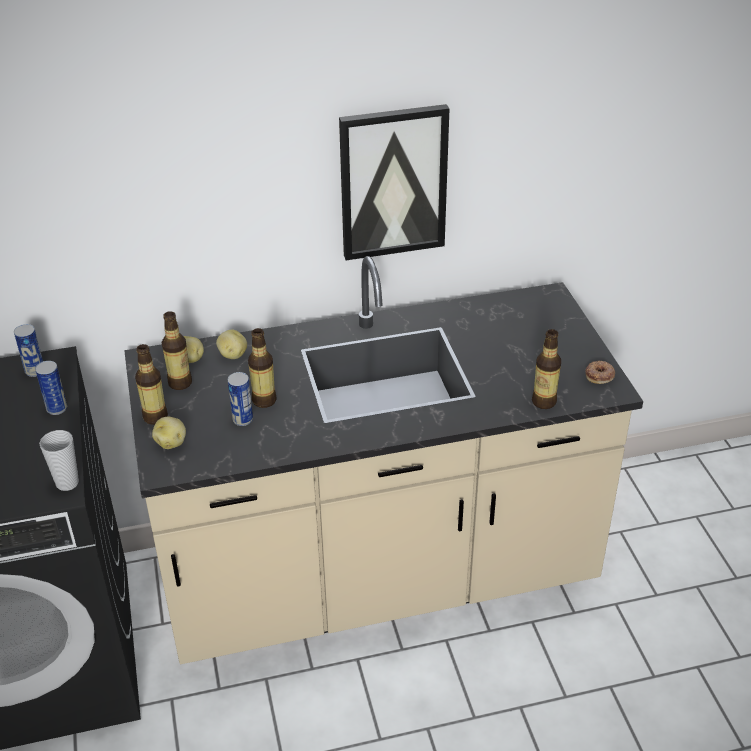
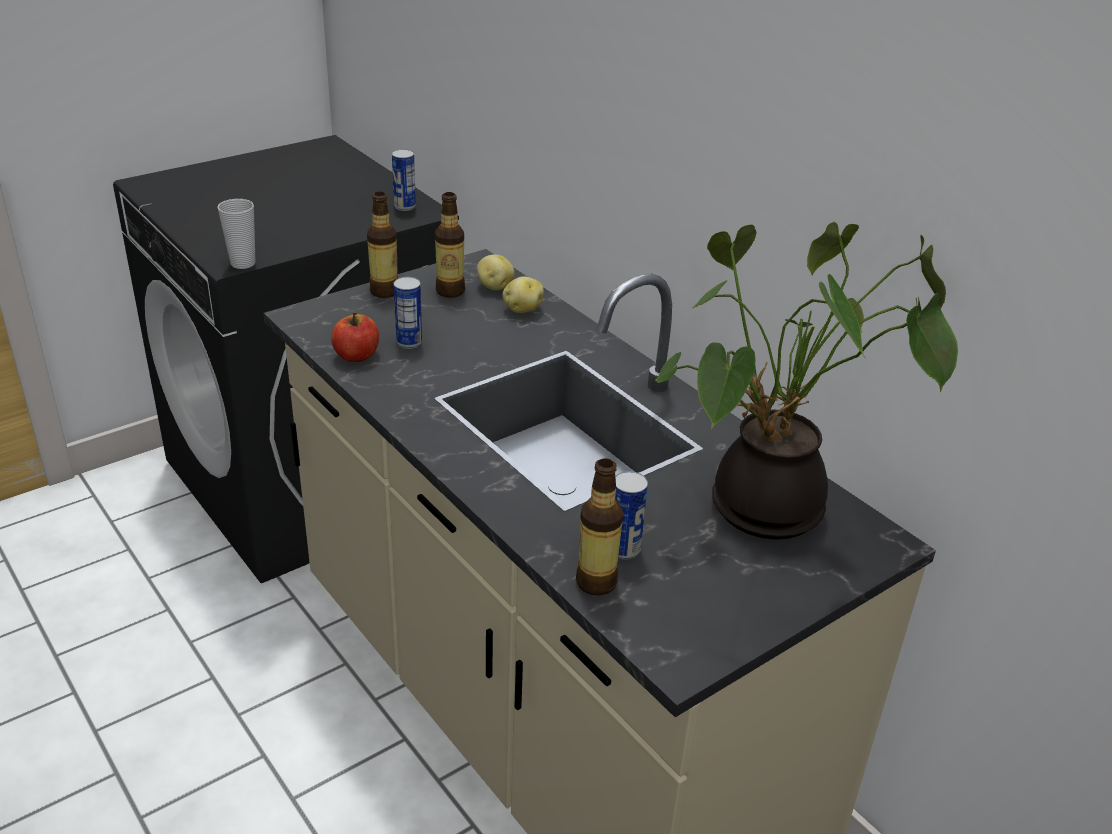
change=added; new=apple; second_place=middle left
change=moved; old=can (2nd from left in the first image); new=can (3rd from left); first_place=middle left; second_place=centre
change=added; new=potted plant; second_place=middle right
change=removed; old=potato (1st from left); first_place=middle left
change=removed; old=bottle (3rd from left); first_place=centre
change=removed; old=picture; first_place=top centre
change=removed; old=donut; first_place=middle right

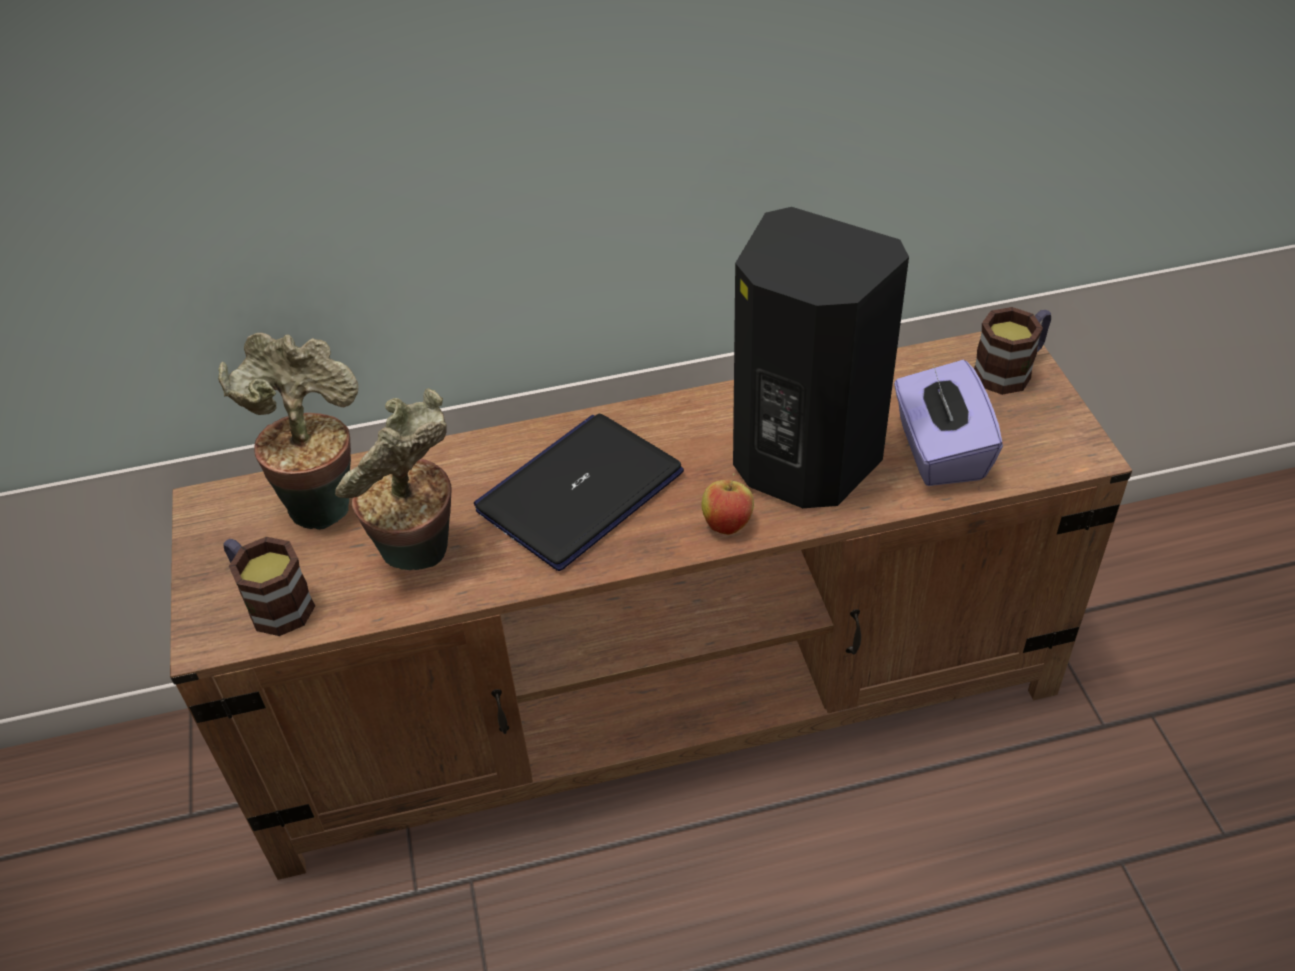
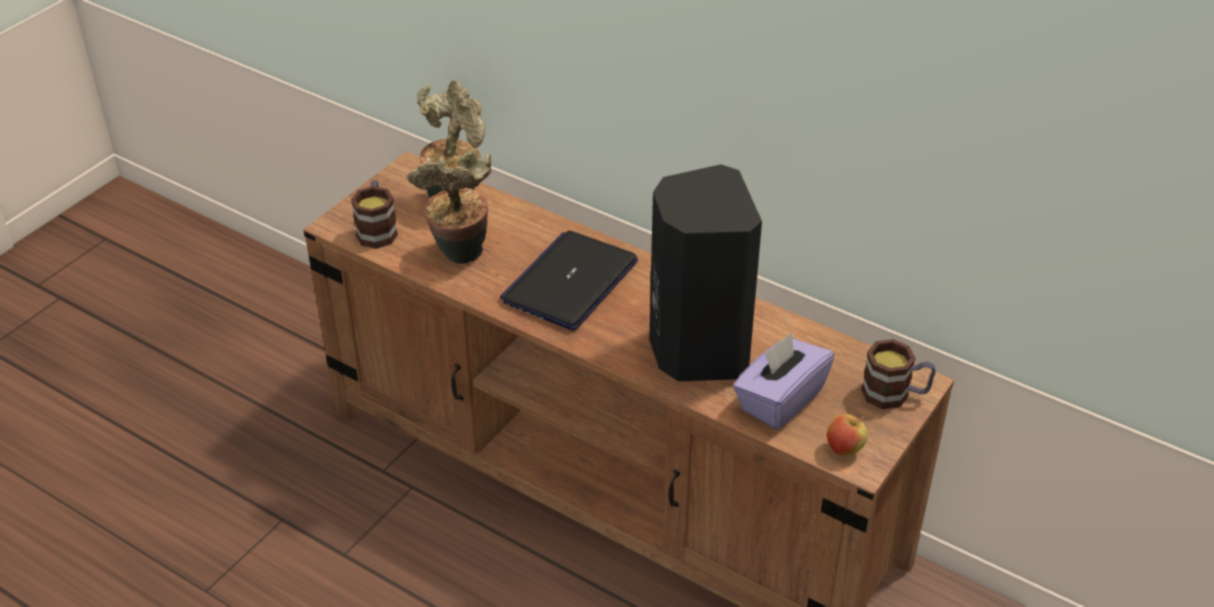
change=turned; old=laptop; first_place=centre; second_place=centre; degrees=-60
change=moved; old=apple; first_place=centre; second_place=bottom right

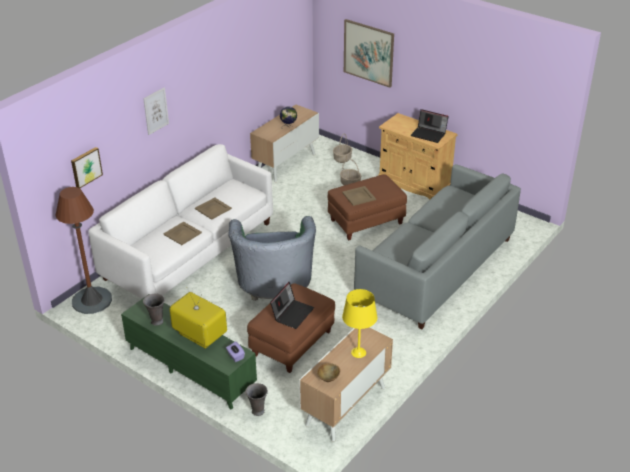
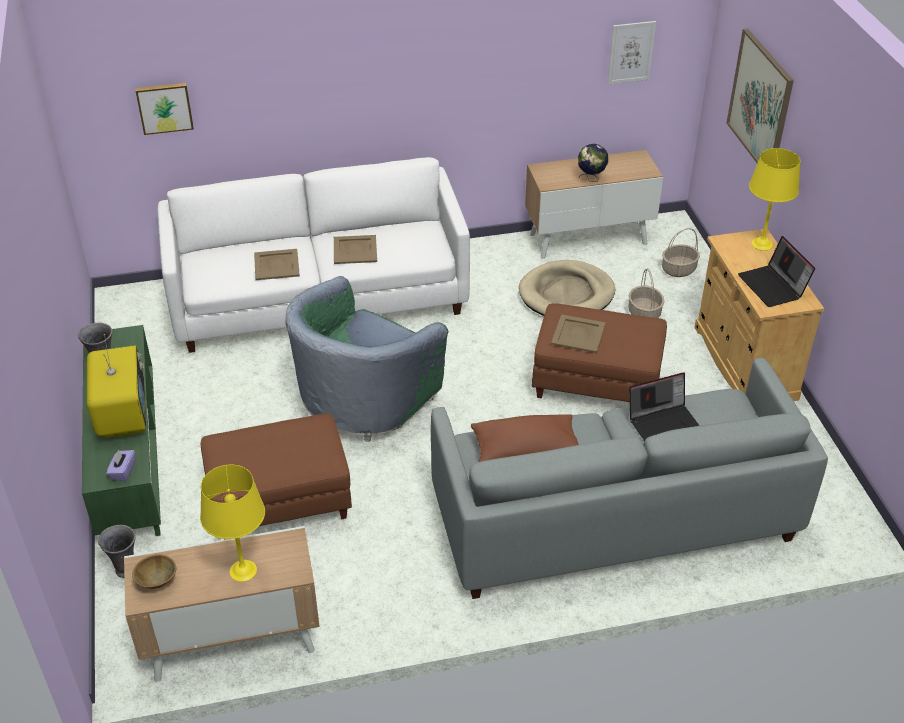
change=added; new=brown pillow; second_place=centre
change=added; new=beige dog bed; second_place=centre
change=moved; old=picture (2nd from left); first_place=top left; second_place=top right
change=moved; old=laptop (1st from left); first_place=centre; second_place=middle right
change=added; new=yellow table lamp (2nd from left); second_place=top right
change=removed; old=brown floor lamp; first_place=middle left

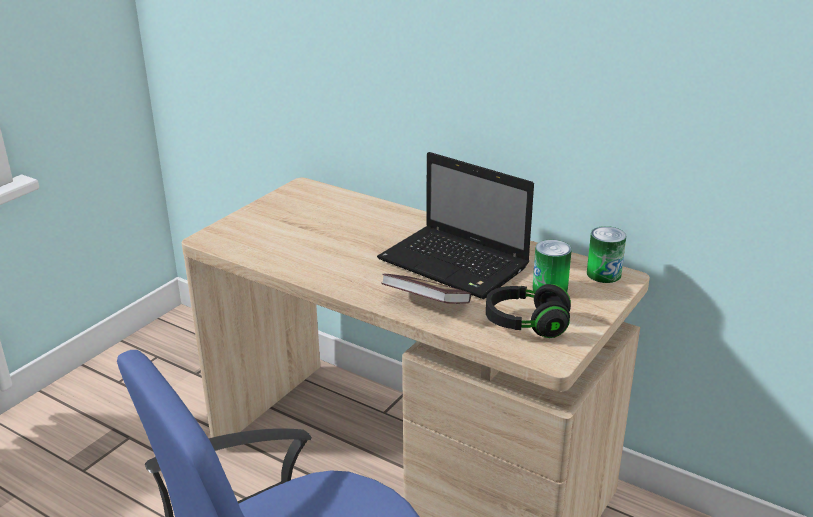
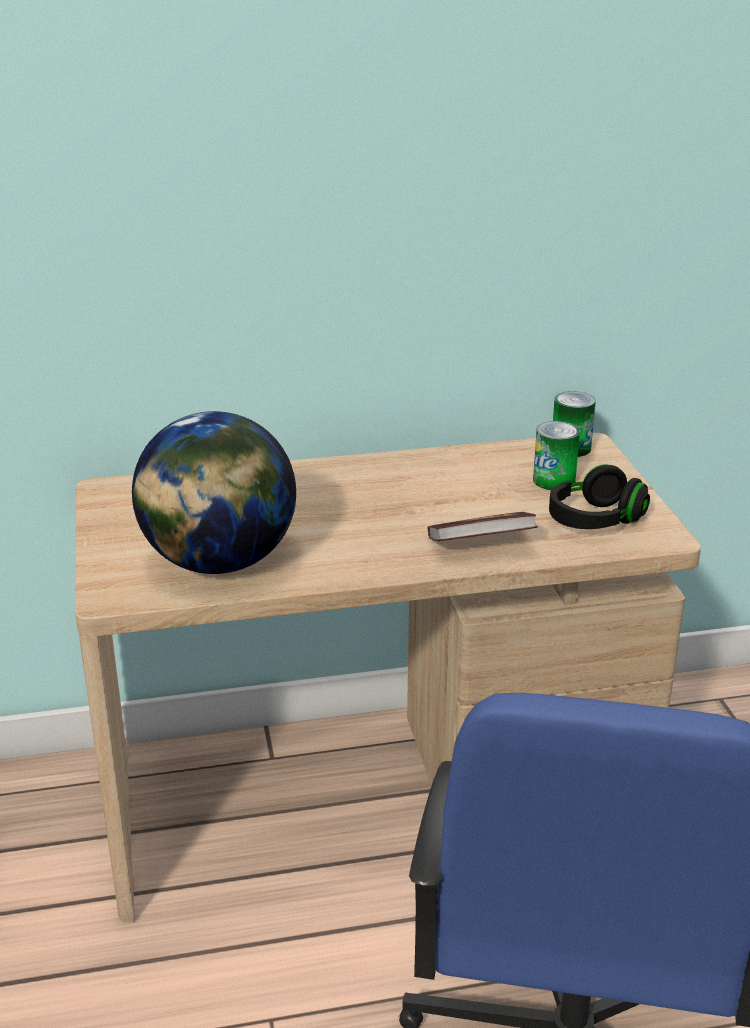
change=added; new=globe; second_place=middle left
change=removed; old=laptop; first_place=centre

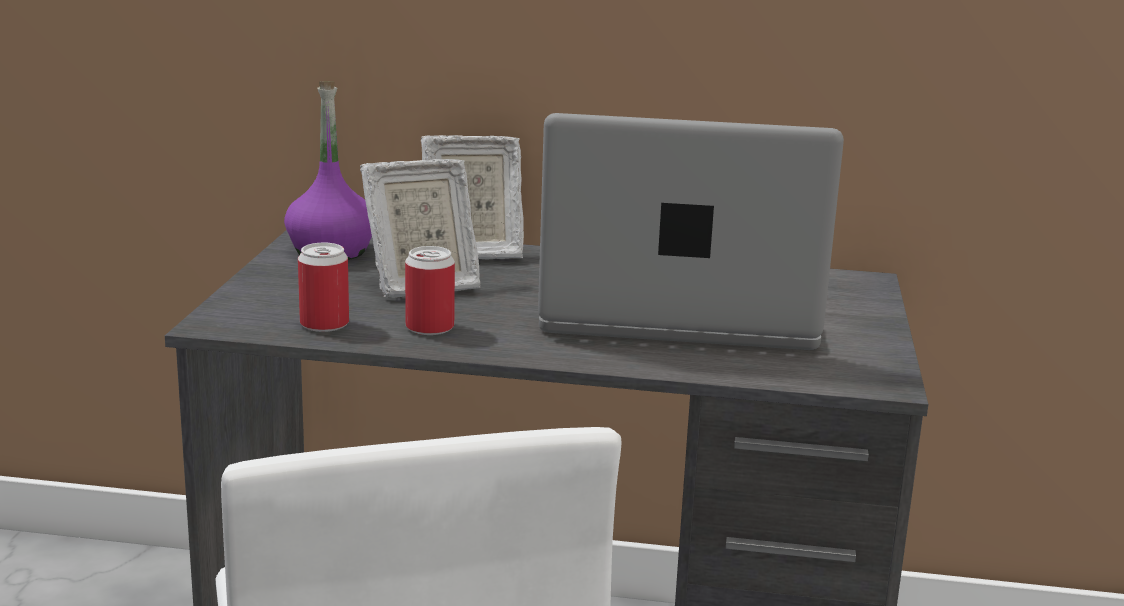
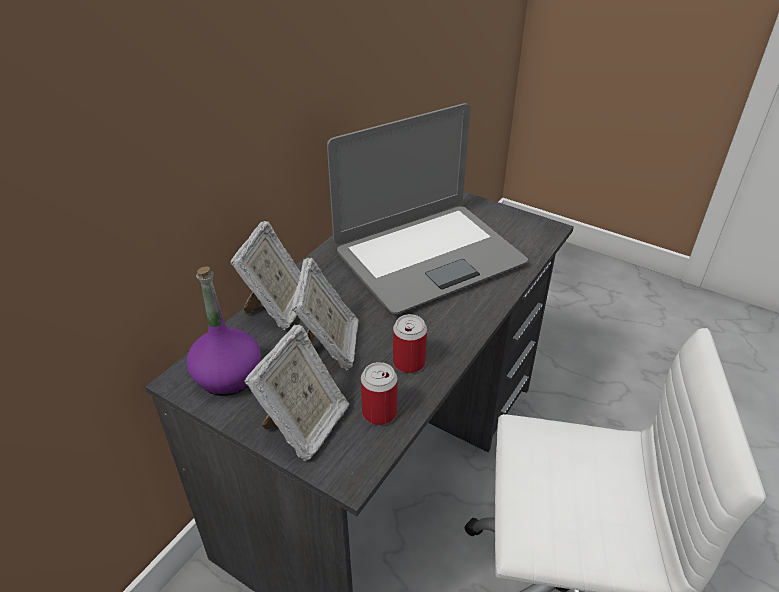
change=added; new=picture frame (2nd from left); second_place=centre
change=turned; old=laptop; first_place=centre; second_place=centre; degrees=-150

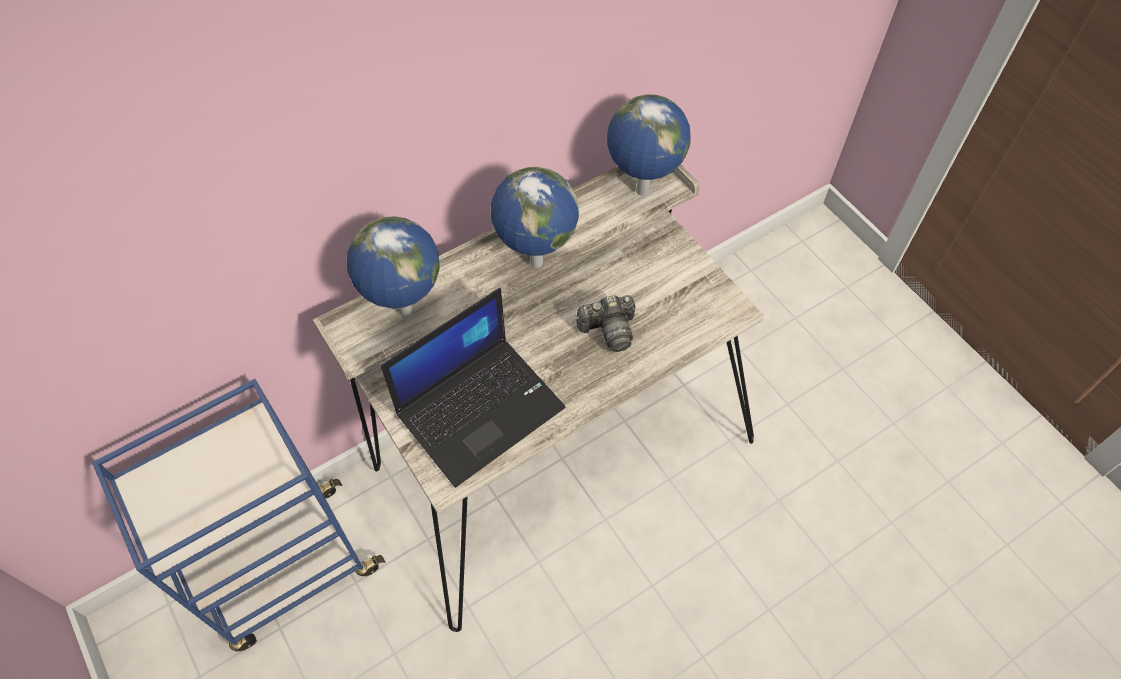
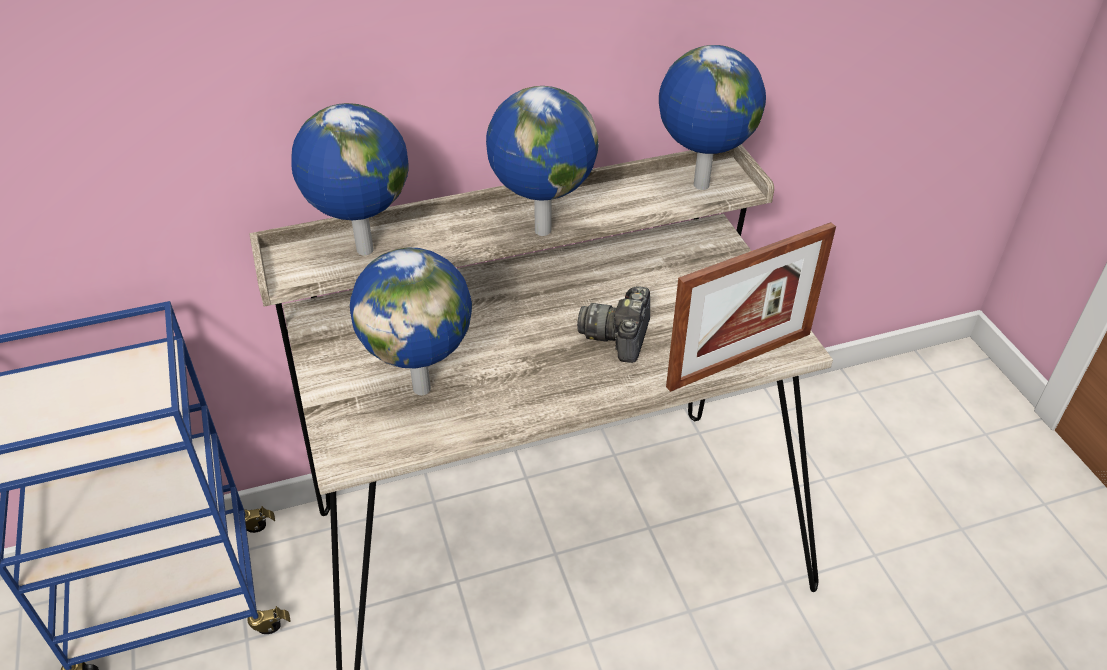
change=replaced; old=laptop; new=globe (2nd from left); first_place=centre; second_place=centre
change=turned; old=photo camera; first_place=centre; second_place=centre; degrees=105
change=added; new=picture frame; second_place=middle right

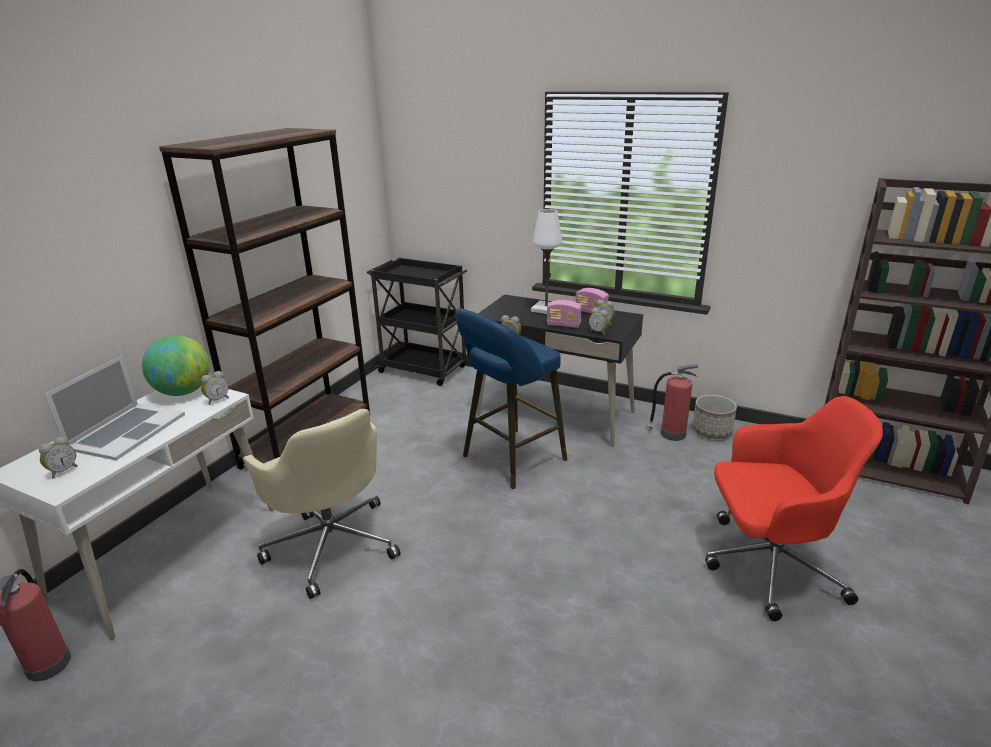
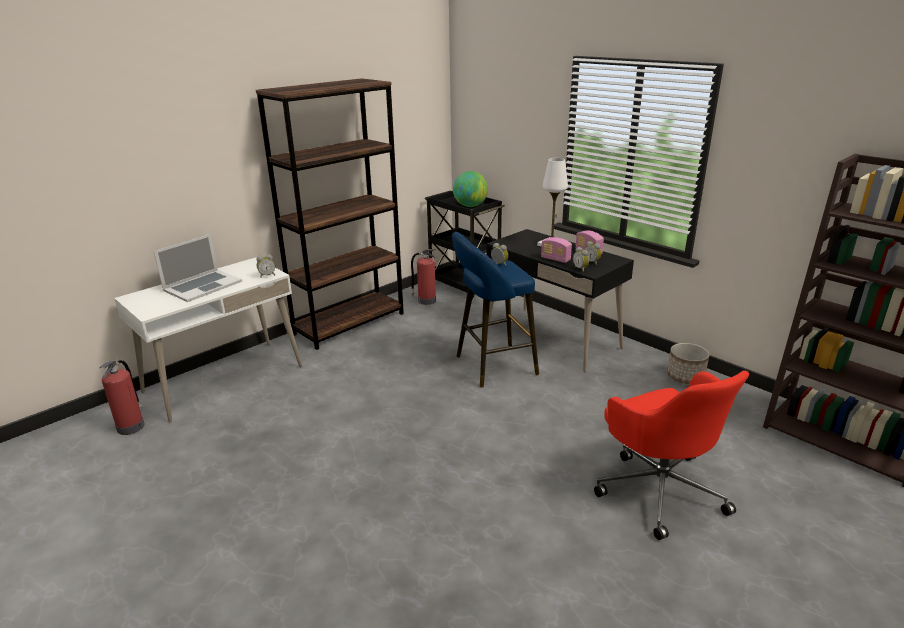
change=moved; old=fire extinguisher (2nd from left); first_place=middle right; second_place=centre
change=moved; old=globe; first_place=middle left; second_place=top centre
change=turned; old=red office chair; first_place=bottom right; second_place=bottom right; degrees=45
change=removed; old=alarm clock (1st from left); first_place=middle left
change=removed; old=beige office chair; first_place=bottom left

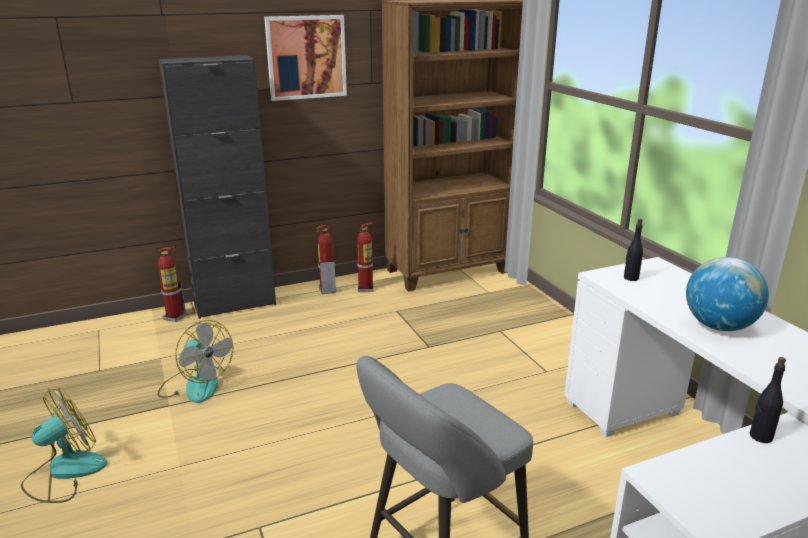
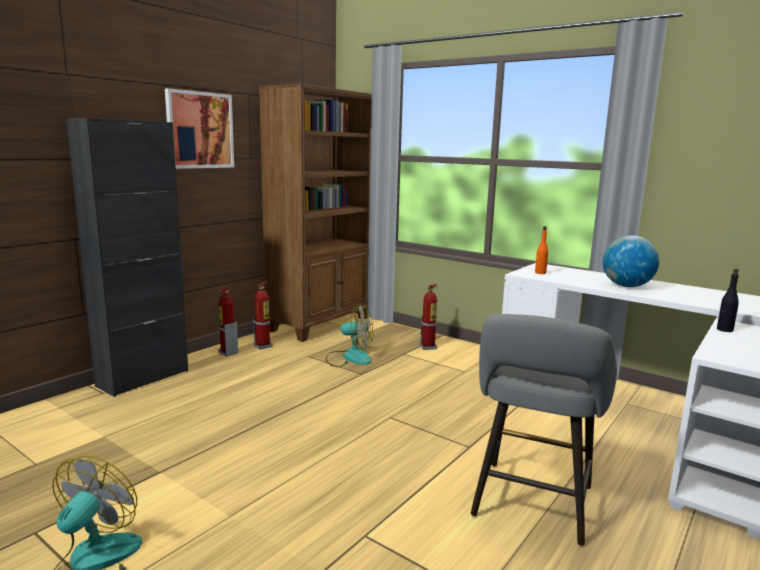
change=moved; old=fan (2nd from left); first_place=bottom left; second_place=centre
change=moved; old=fire extinguisher (1st from left in the first image); new=fire extinguisher (3rd from left); first_place=middle left; second_place=centre
change=recoloured; old=black bottle (1st from left); new=orange bottle; first_place=middle right; second_place=middle right

